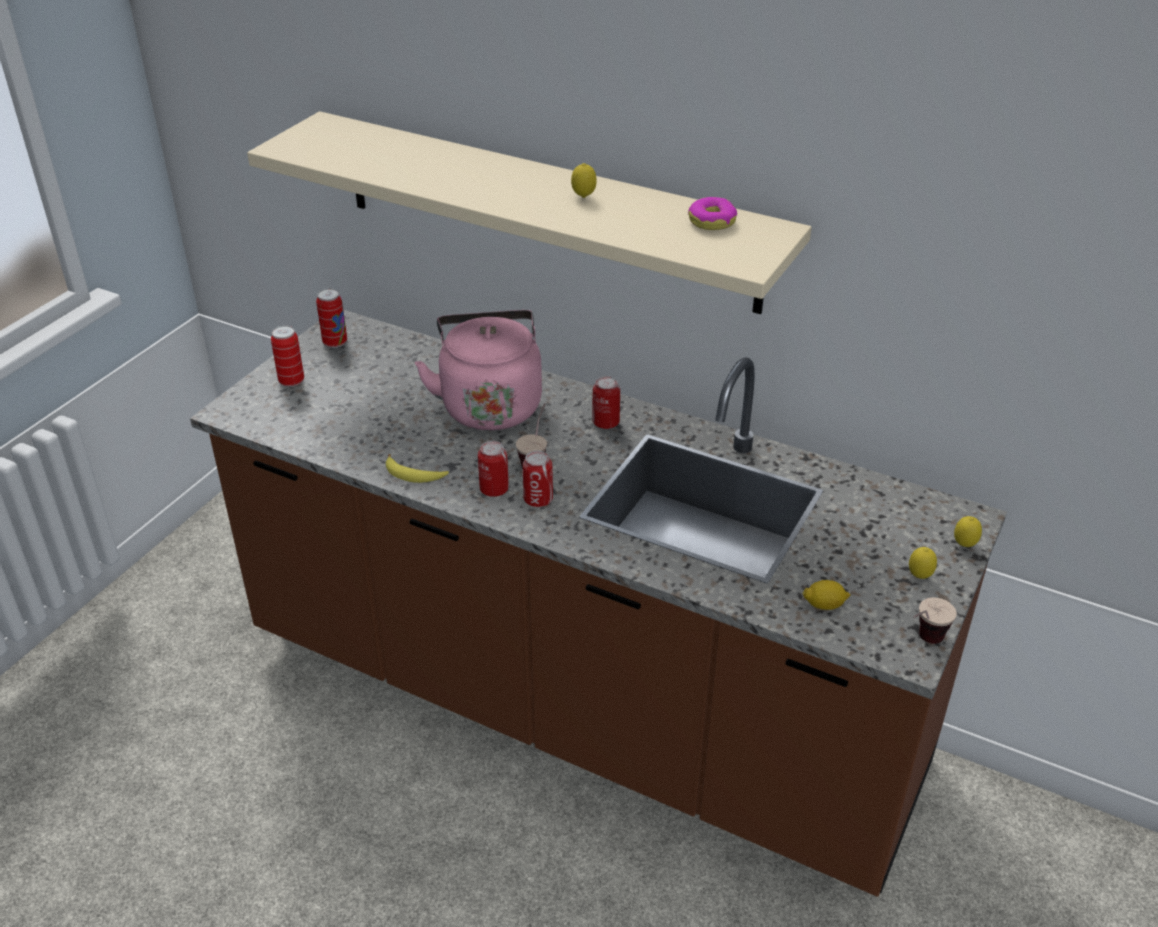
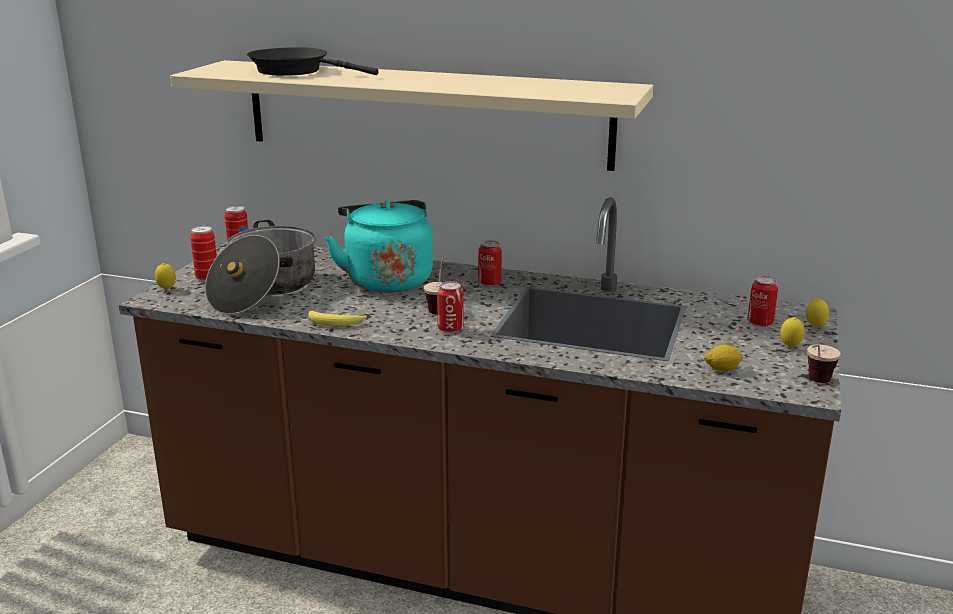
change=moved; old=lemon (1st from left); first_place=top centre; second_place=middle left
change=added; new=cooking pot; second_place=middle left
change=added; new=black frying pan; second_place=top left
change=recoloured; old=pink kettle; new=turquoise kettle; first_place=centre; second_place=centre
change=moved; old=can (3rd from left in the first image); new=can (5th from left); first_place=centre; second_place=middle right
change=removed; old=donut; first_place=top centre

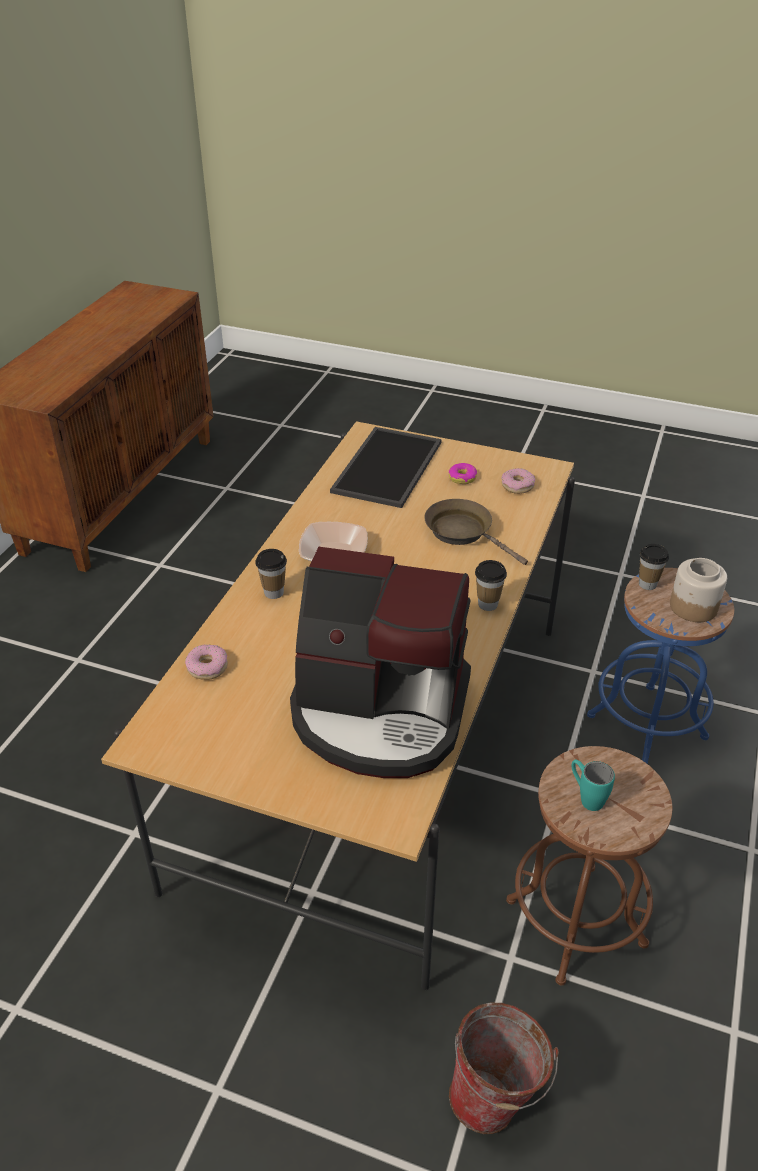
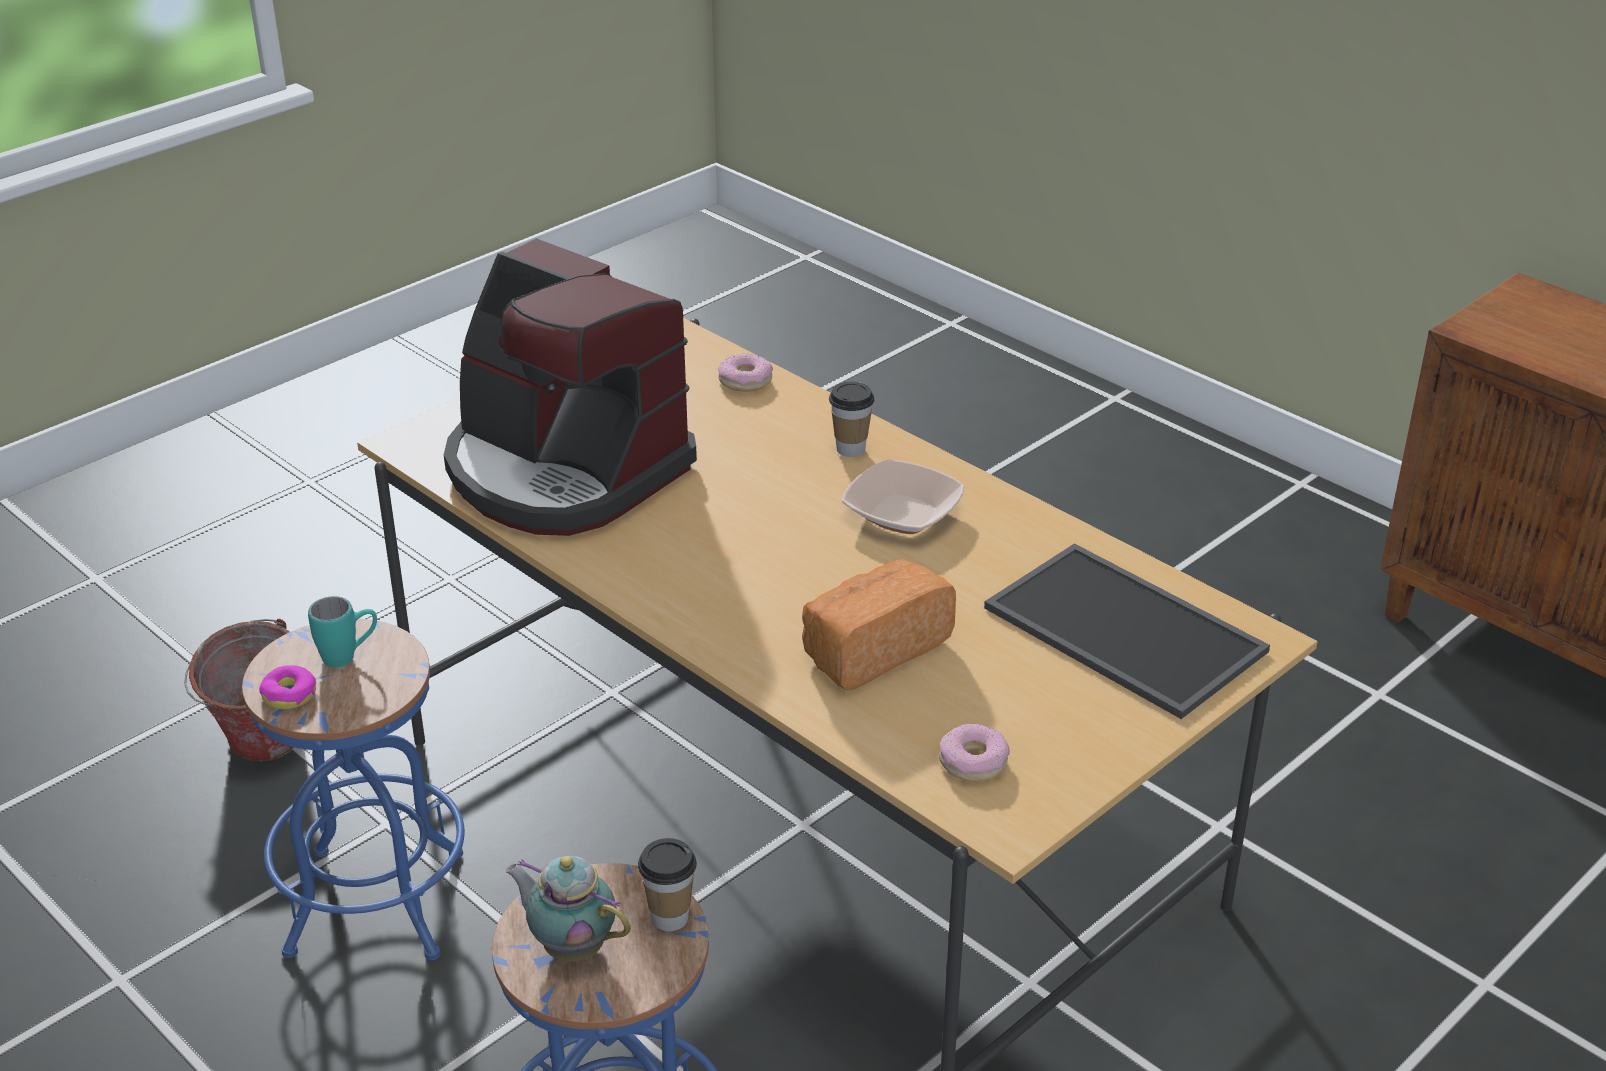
change=recoloured; old=brown stool; new=blue stool (1st from left); first_place=bottom right; second_place=bottom left
change=moved; old=donut (2nd from left in the first image); new=donut (1st from left); first_place=centre; second_place=middle left
change=turned; old=coffee machine; first_place=centre; second_place=centre; degrees=-90
change=replaced; old=jar; new=teapot; first_place=middle right; second_place=bottom centre
change=replaced; old=brown frying pan; new=bread; first_place=centre; second_place=centre
change=removed; old=cup (2nd from left); first_place=centre

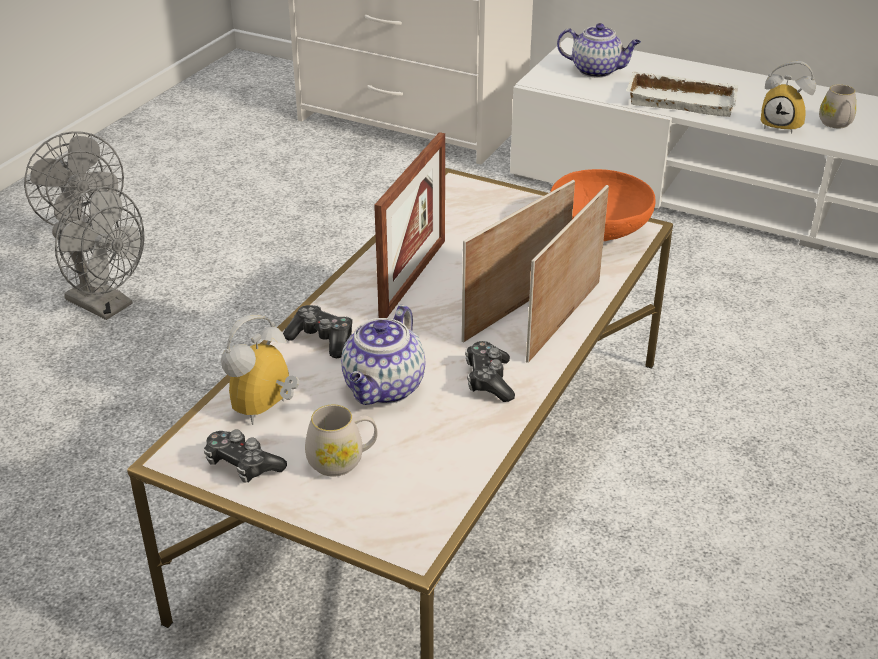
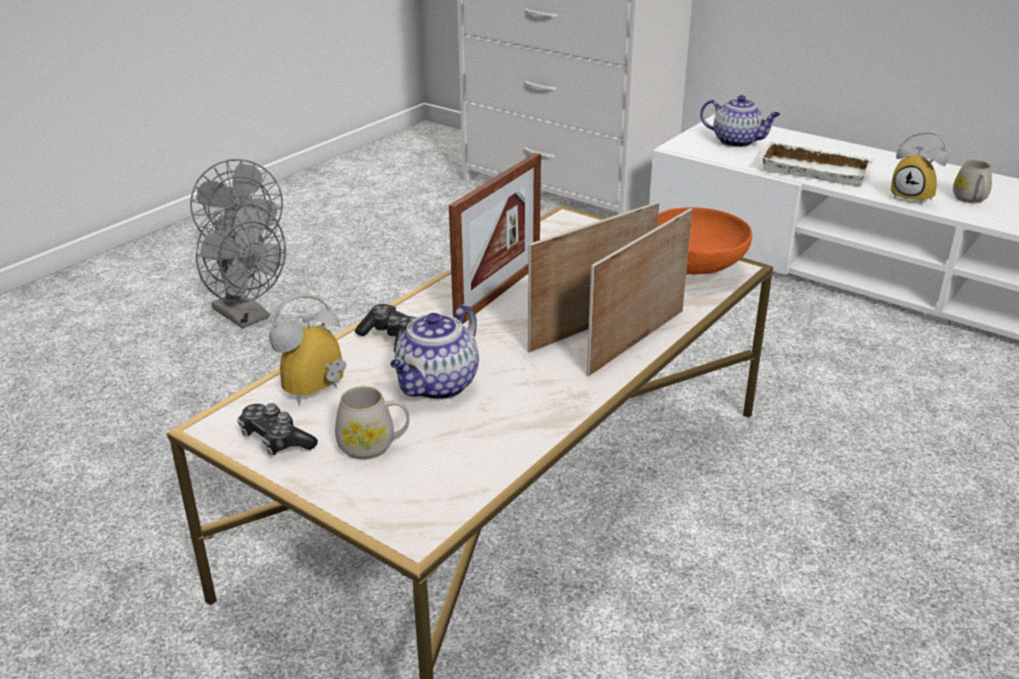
change=removed; old=game controller (3rd from left); first_place=centre

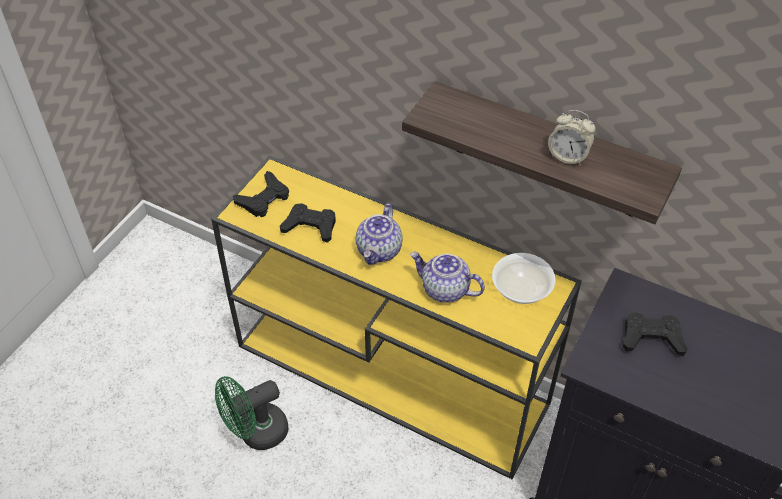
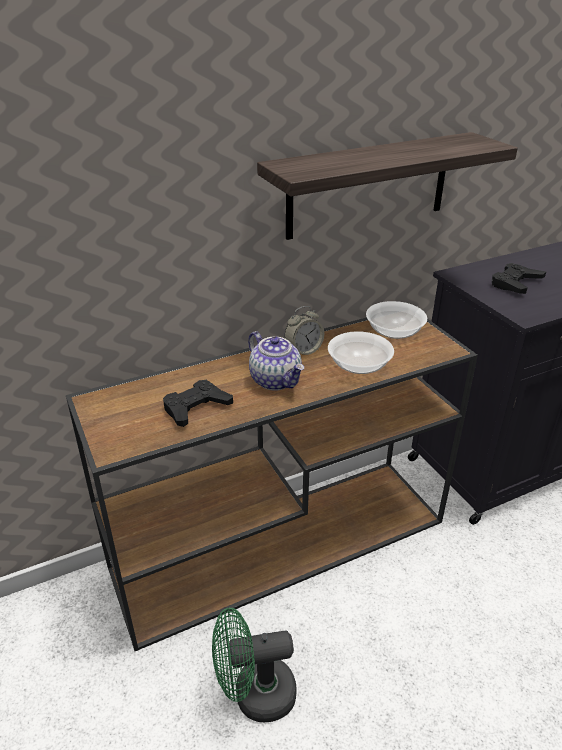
change=recoloured; old=yellow console table; new=brown console table; first_place=centre; second_place=centre
change=turned; old=green fan; first_place=bottom left; second_place=bottom centre; degrees=75
change=moved; old=alarm clock; first_place=top right; second_place=centre
change=replaced; old=teapot (2nd from left); new=bowl (1st from left); first_place=centre; second_place=centre
change=removed; old=black game controller (1st from left); first_place=centre

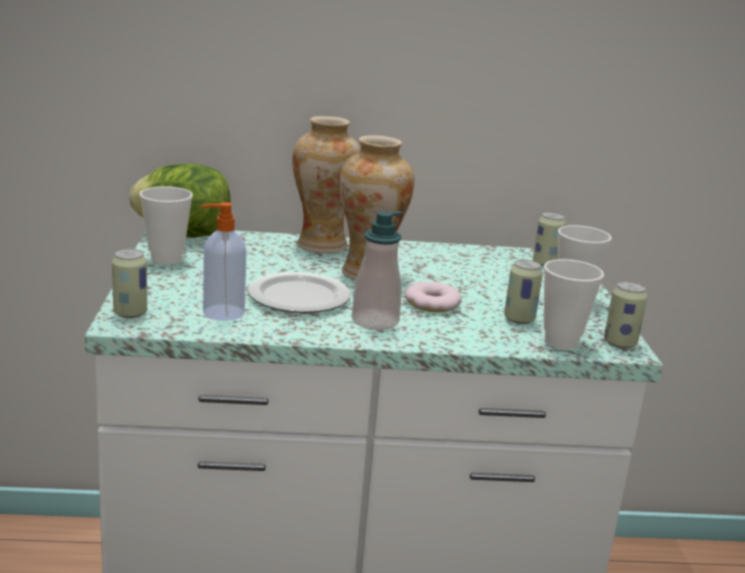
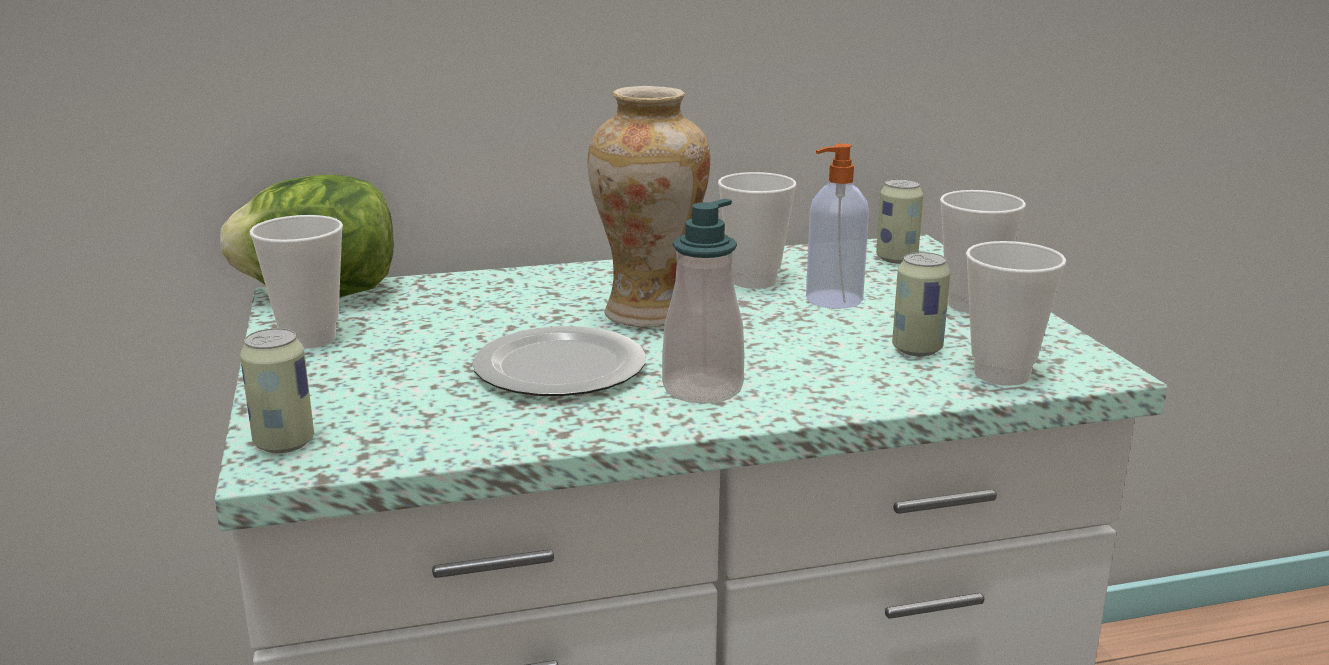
change=added; new=cup (2nd from left); second_place=centre
change=moved; old=soap dispenser (1st from left in the first image); new=soap dispenser (2nd from left); first_place=middle left; second_place=centre
change=removed; old=vase (1st from left); first_place=top centre
change=removed; old=donut; first_place=centre
change=removed; old=can (4th from left); first_place=middle right

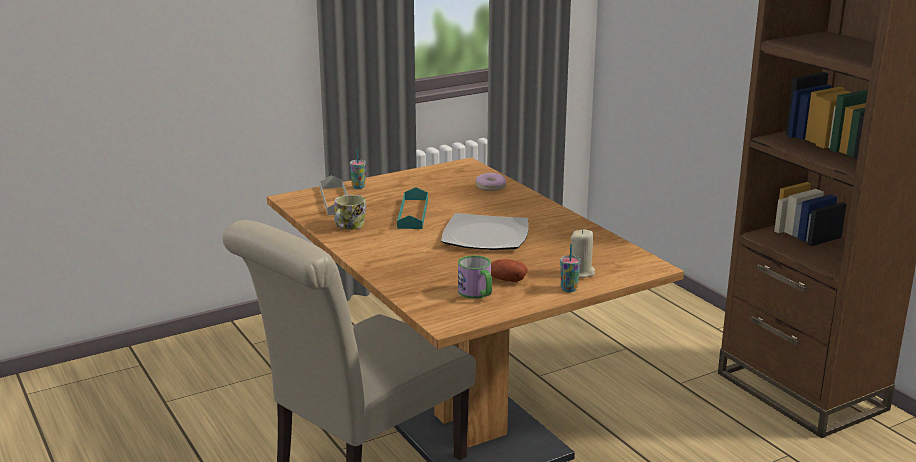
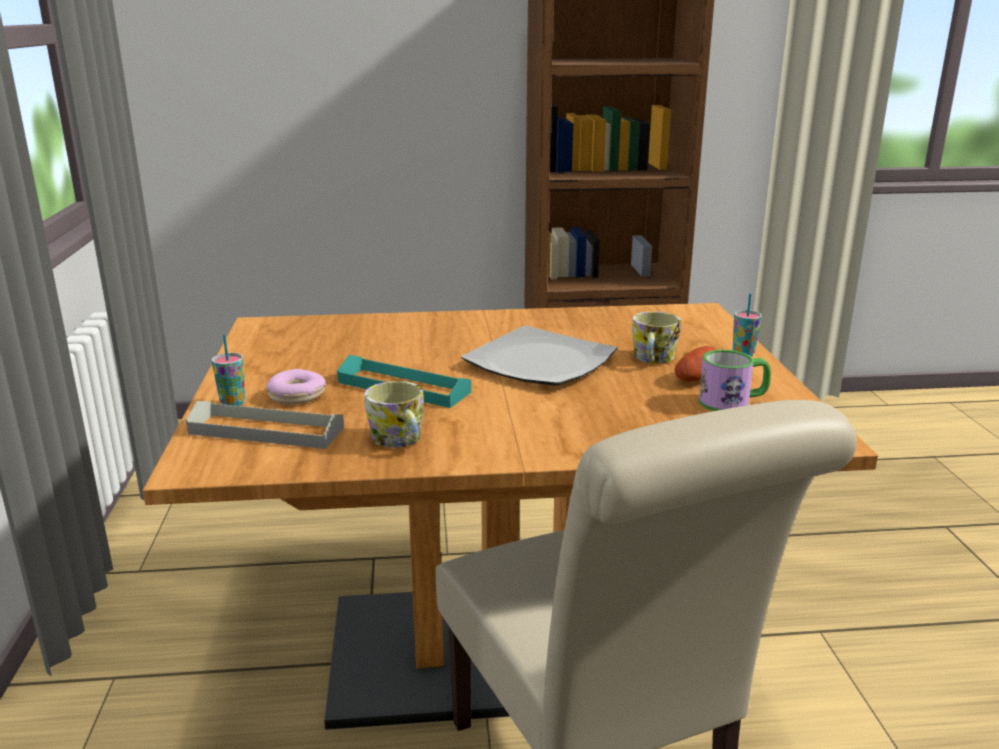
change=moved; old=donut; first_place=centre; second_place=middle left
change=added; new=mug (2nd from left); second_place=centre
change=removed; old=beige candle; first_place=centre

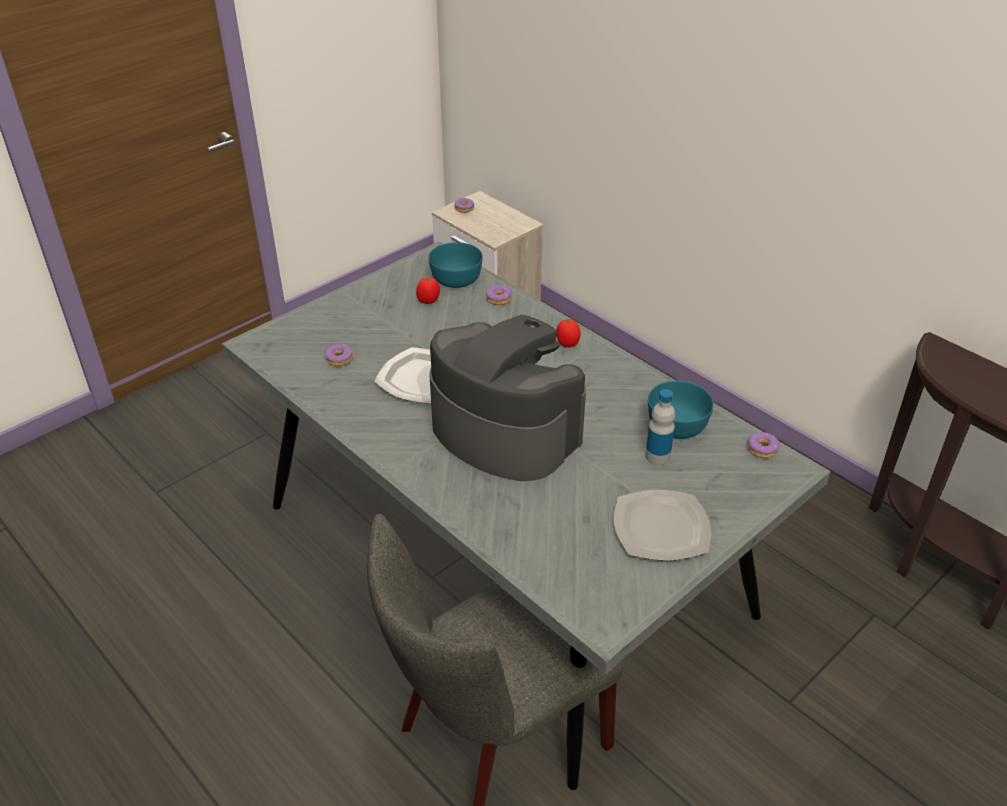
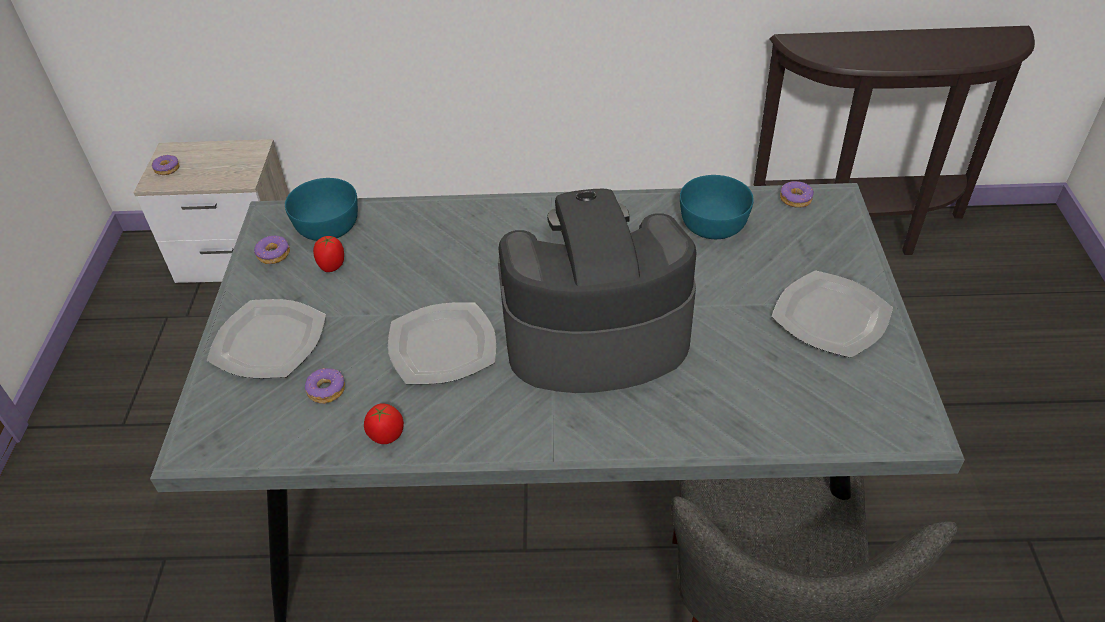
change=added; new=plate (1st from left); second_place=middle left
change=moved; old=donut (3rd from left in the first image); new=donut (2nd from left); first_place=centre; second_place=middle left
change=moved; old=tomato (2nd from left); first_place=centre; second_place=bottom centre
change=removed; old=bottle; first_place=centre

